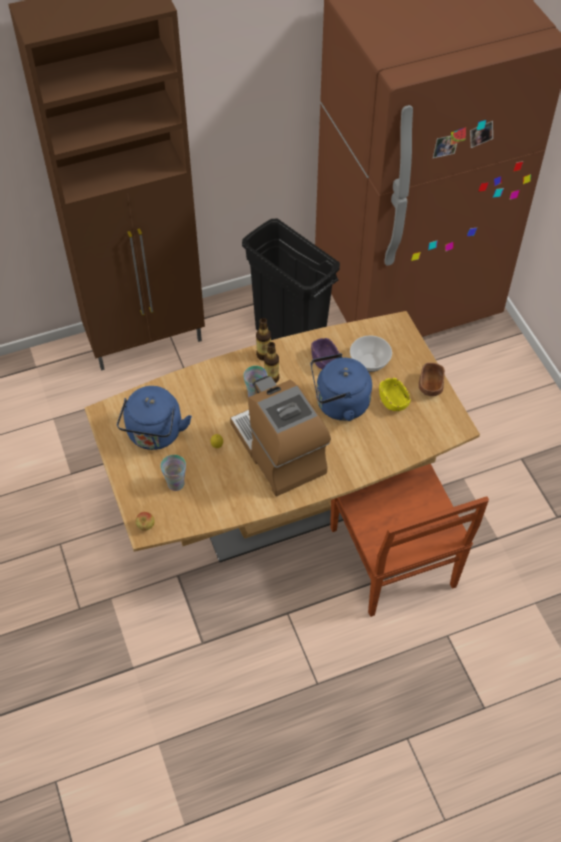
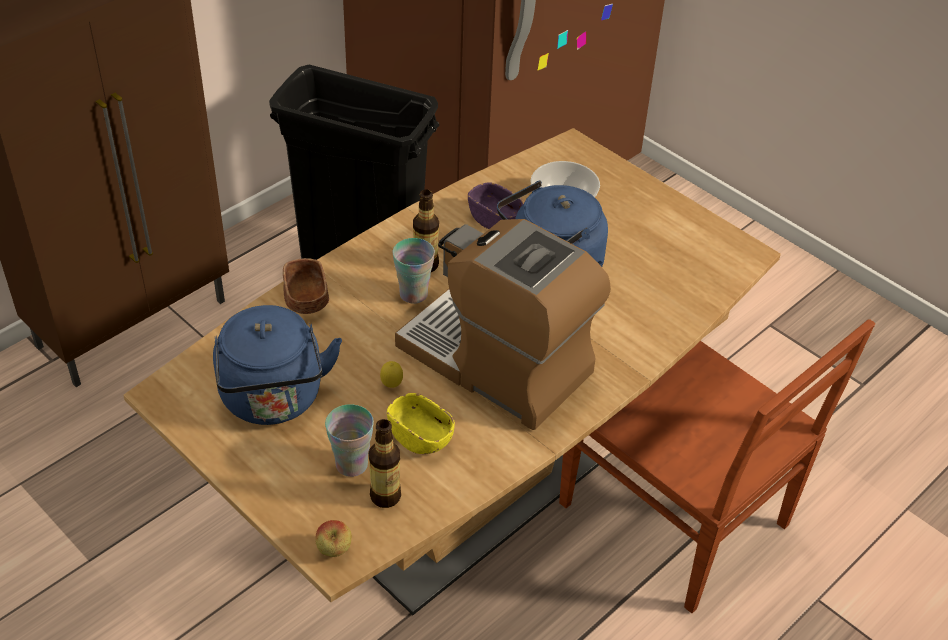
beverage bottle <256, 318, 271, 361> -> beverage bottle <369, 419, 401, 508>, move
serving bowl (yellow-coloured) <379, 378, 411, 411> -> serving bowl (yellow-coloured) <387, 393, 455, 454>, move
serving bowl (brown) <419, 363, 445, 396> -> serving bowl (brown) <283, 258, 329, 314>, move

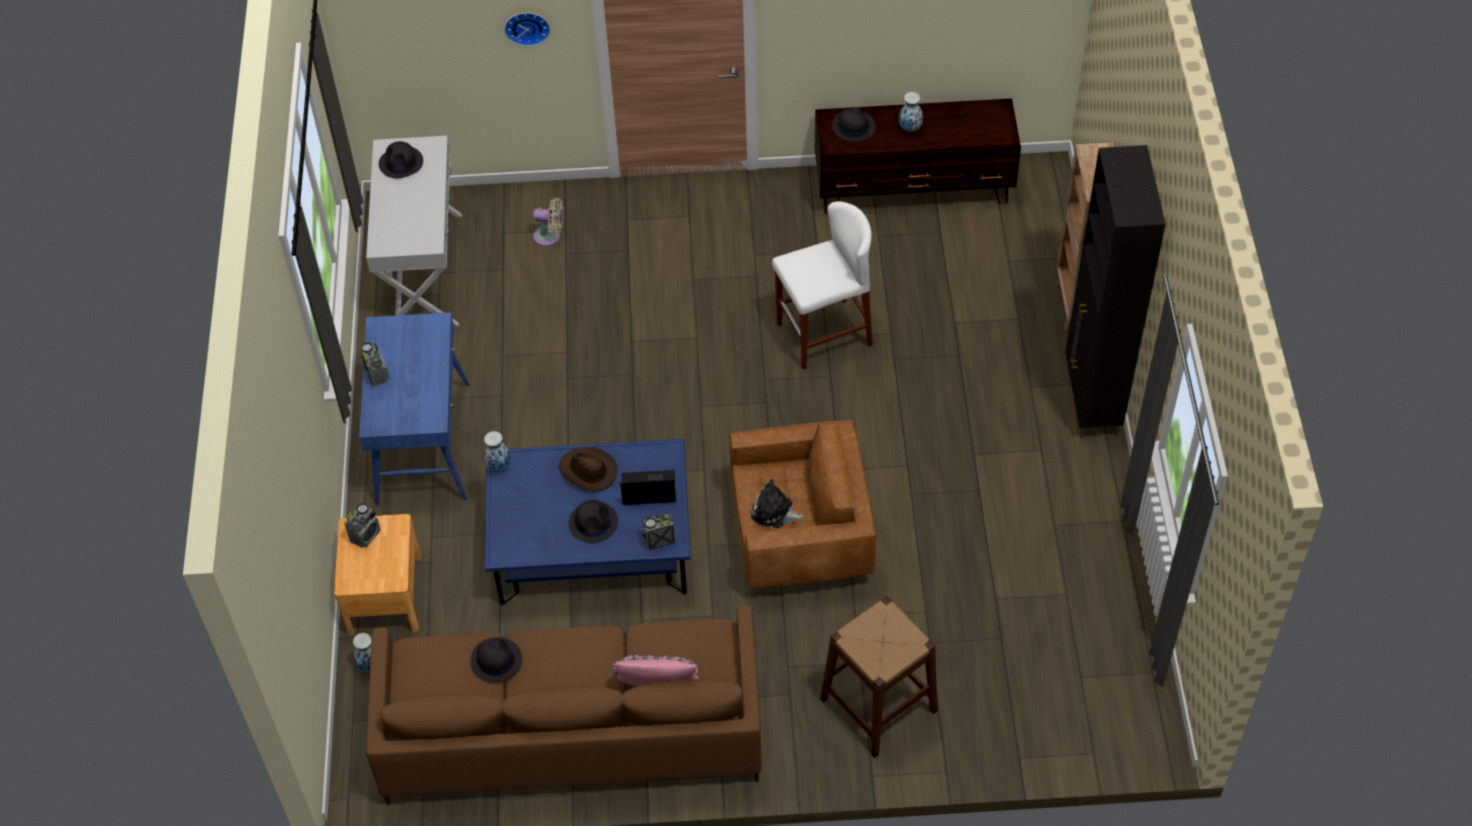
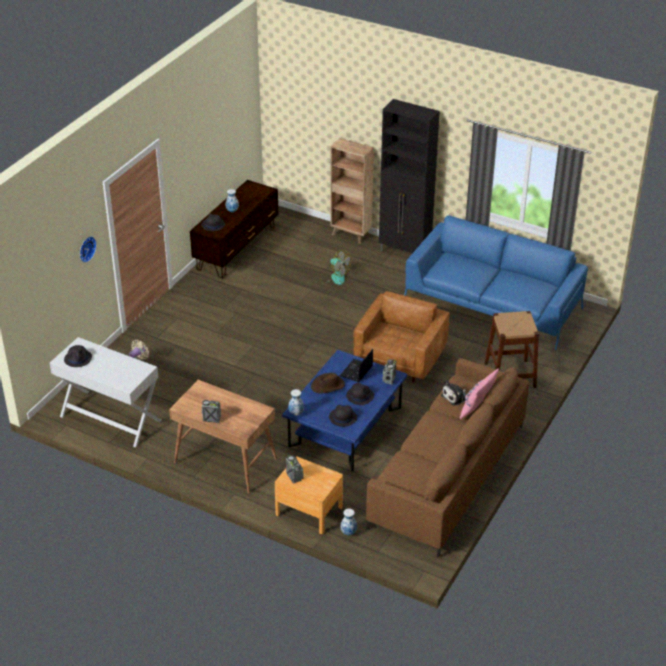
sitting stool (white-coloured) <772, 201, 873, 370> -> none
none -> cooling fan <320, 250, 351, 285>
none -> couch (bluish) <404, 215, 588, 350>
wearable hat (black) <470, 637, 522, 683> -> wearable hat (black) <329, 405, 357, 427>, move
soft toy <751, 478, 804, 528> -> soft toy <441, 380, 467, 405>, move
desk (bluish) <359, 312, 470, 506> -> desk (brown) <169, 380, 277, 493>

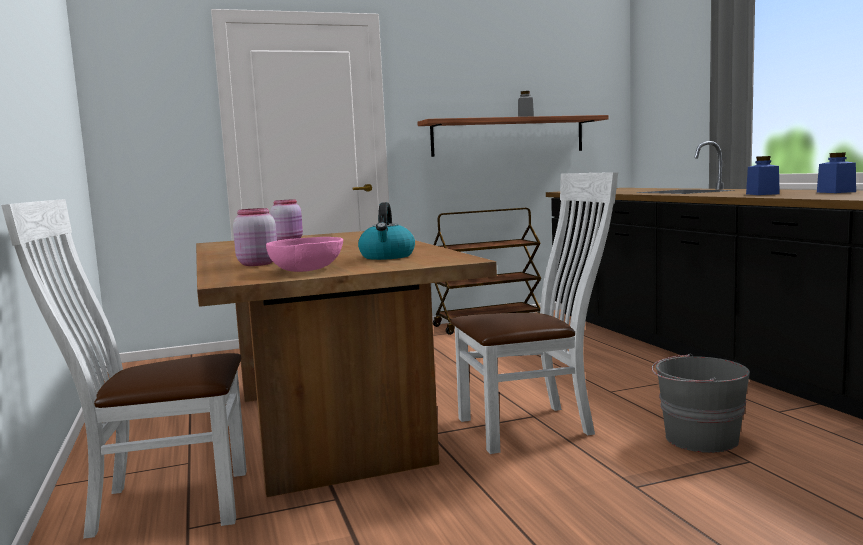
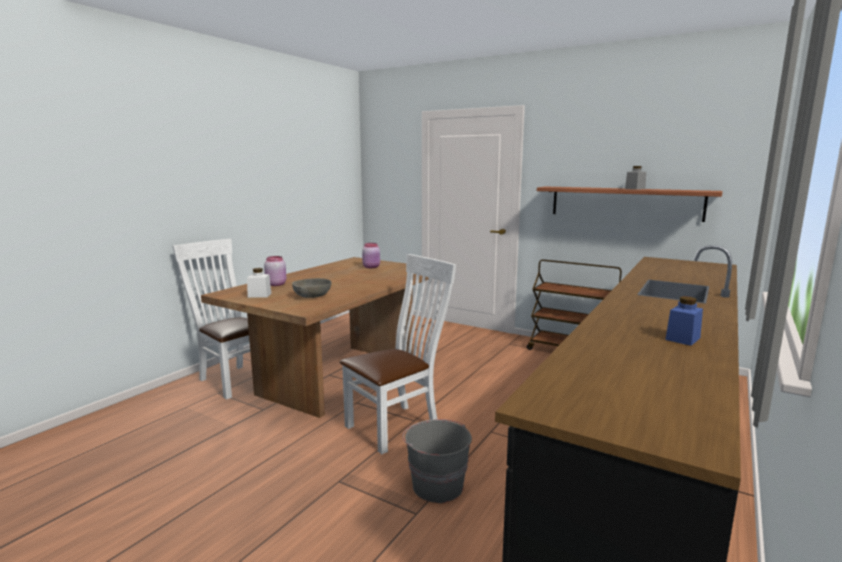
preserve jar (bluish) <746, 156, 780, 195> -> none
serving bowl (pink) <266, 237, 343, 272> -> preserve jar (white-coloured) <247, 268, 271, 298>
tea kettle <358, 202, 415, 260> -> serving bowl (grey) <292, 278, 332, 298>
plain chair (white-coloured) <451, 172, 618, 454> -> plain chair (white-coloured) <340, 254, 456, 454>, 75 degrees counterclockwise

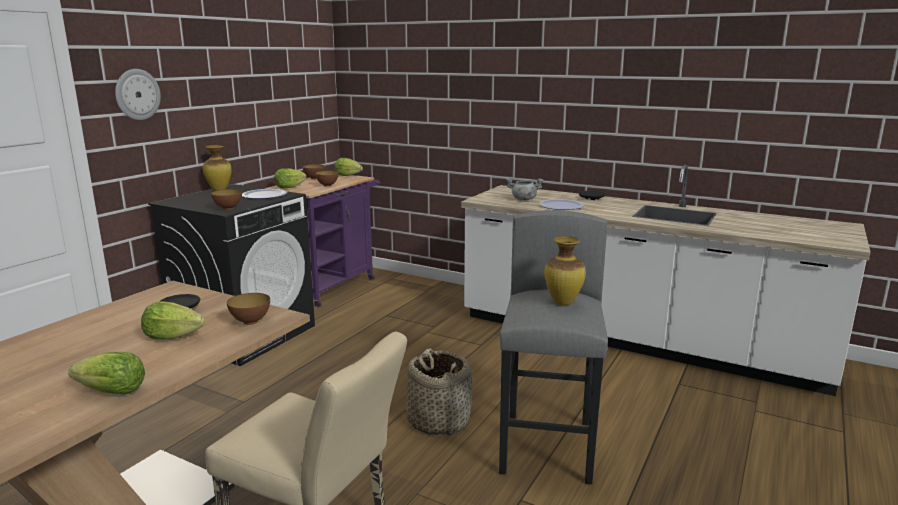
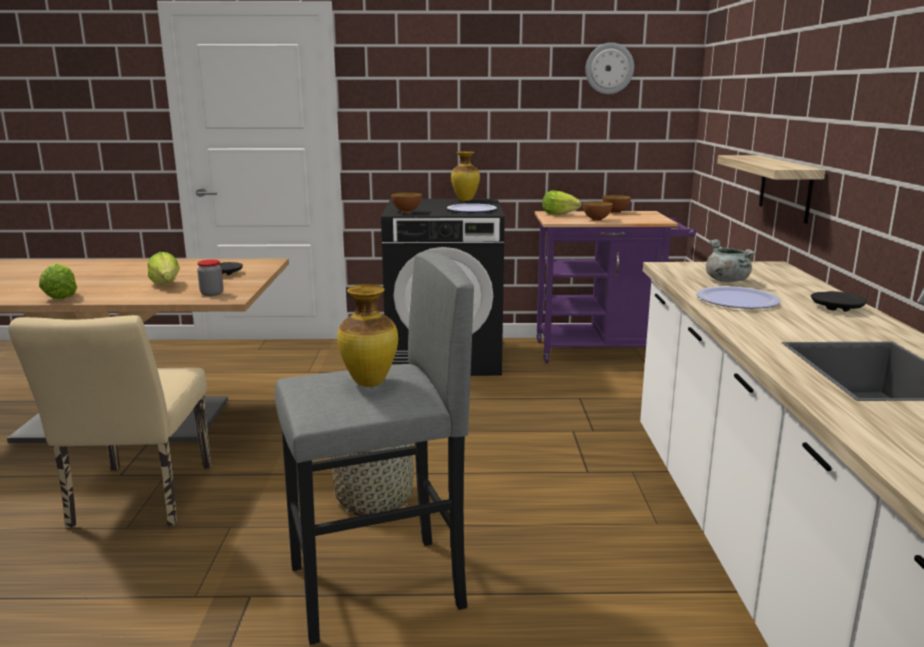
lettuce head <335, 158, 363, 176> -> none
none -> wall shelf <717, 155, 825, 224>
wall clock <115, 69, 161, 120> -> wall clock <585, 43, 634, 94>, move
serving bowl <227, 293, 270, 325> -> preserve jar <197, 260, 223, 296>

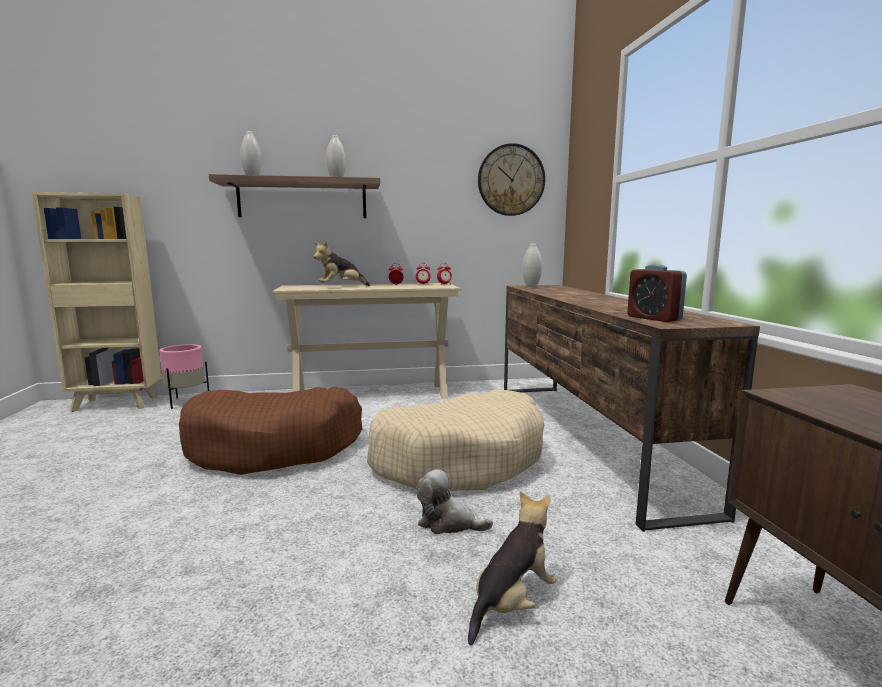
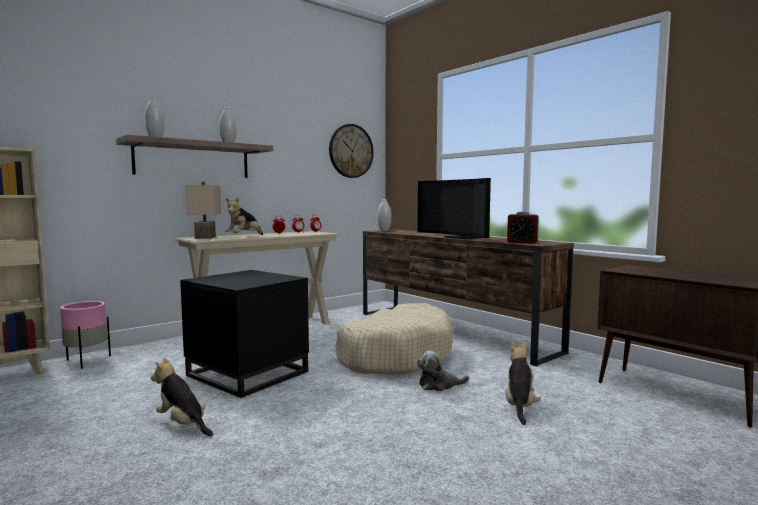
none -> soft toy <151, 357, 213, 437>
none -> lamp for a table (beige) <185, 182, 221, 239>
none -> TV set <418, 178, 491, 239>
dog cushion (brown) <179, 386, 362, 475> -> end table (black) <180, 270, 309, 398>

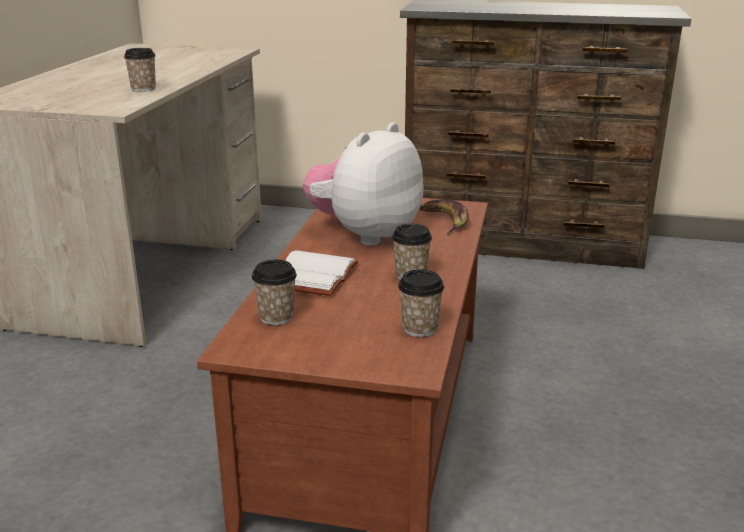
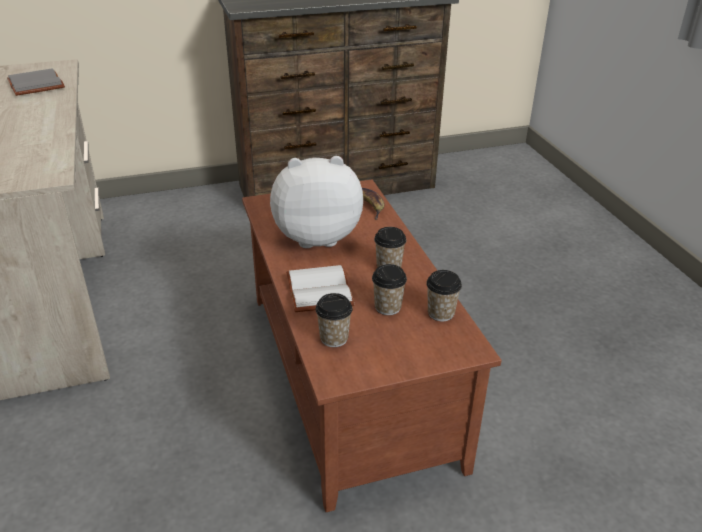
none -> volume (grey) <7, 69, 65, 96>
small cup <124, 48, 156, 92> -> small cup <372, 264, 407, 315>, move
soft toy <303, 122, 424, 246> -> soft toy <270, 156, 363, 248>, 75 degrees clockwise

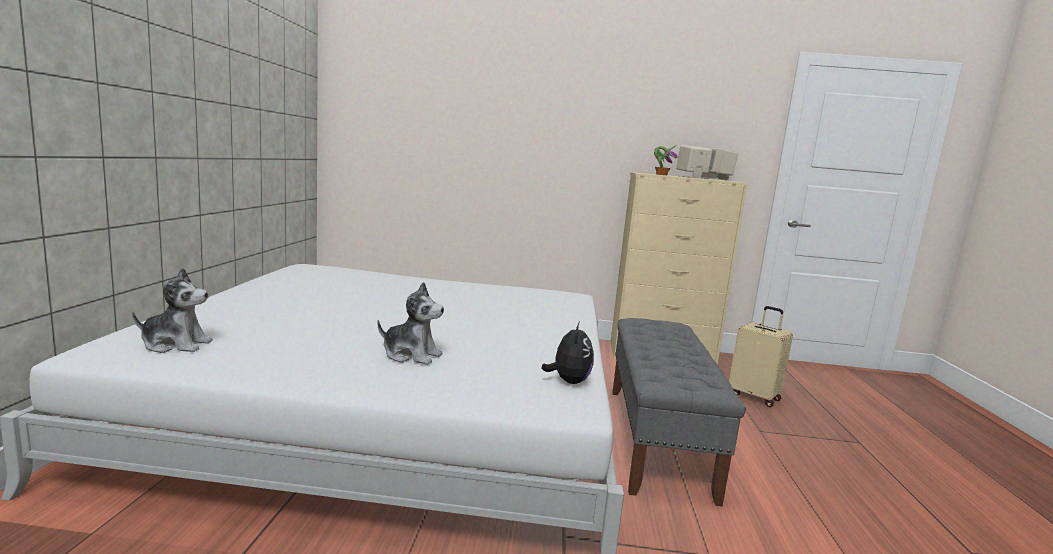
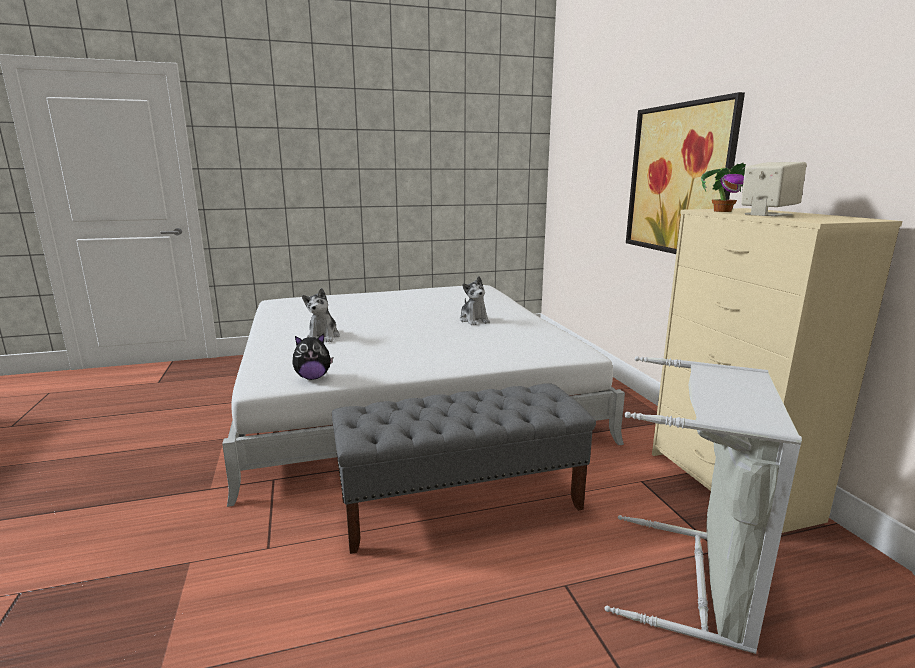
audio speaker (beige) <705, 148, 738, 181> -> none
none -> picture <626, 92, 745, 254>
soft toy <132, 268, 213, 353> -> soft toy <460, 276, 490, 325>, move
travel case (beige) <729, 306, 793, 407> -> hamper (grey) <605, 356, 802, 654>

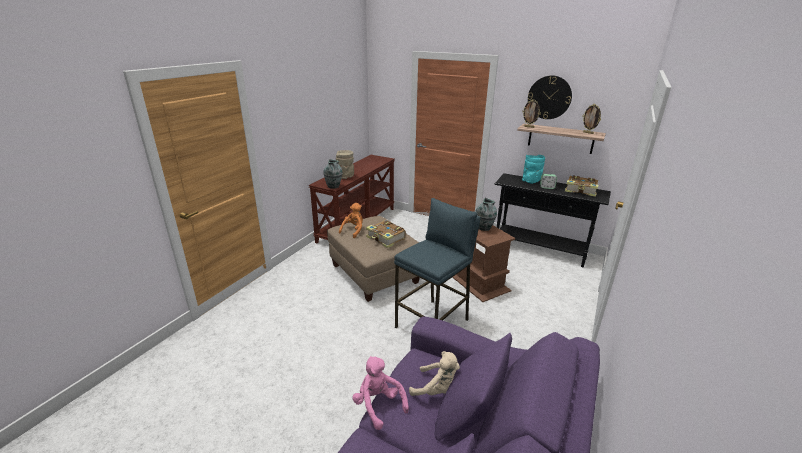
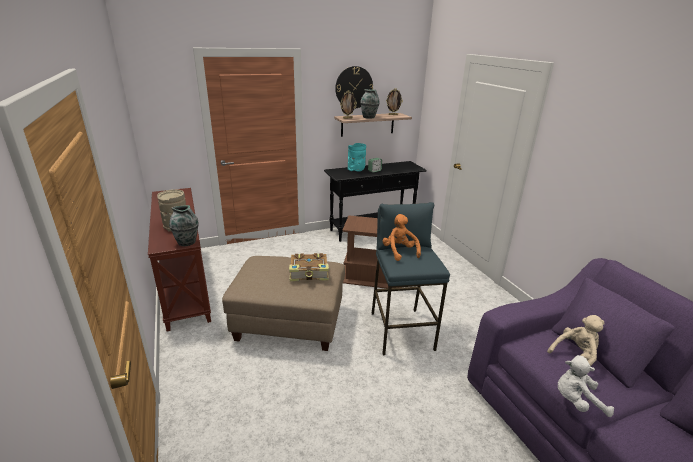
volume <565, 175, 598, 197> -> none
soft toy (orange) <339, 203, 363, 238> -> soft toy (orange) <382, 214, 421, 261>, move
decorative vase <475, 198, 497, 231> -> decorative vase <360, 89, 379, 119>, move
soft toy (pink) <352, 356, 409, 430> -> soft toy (white-coloured) <558, 355, 614, 417>

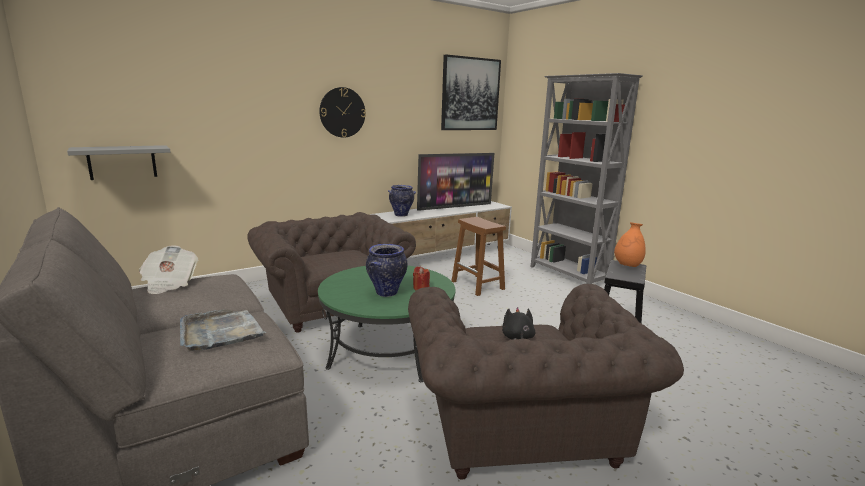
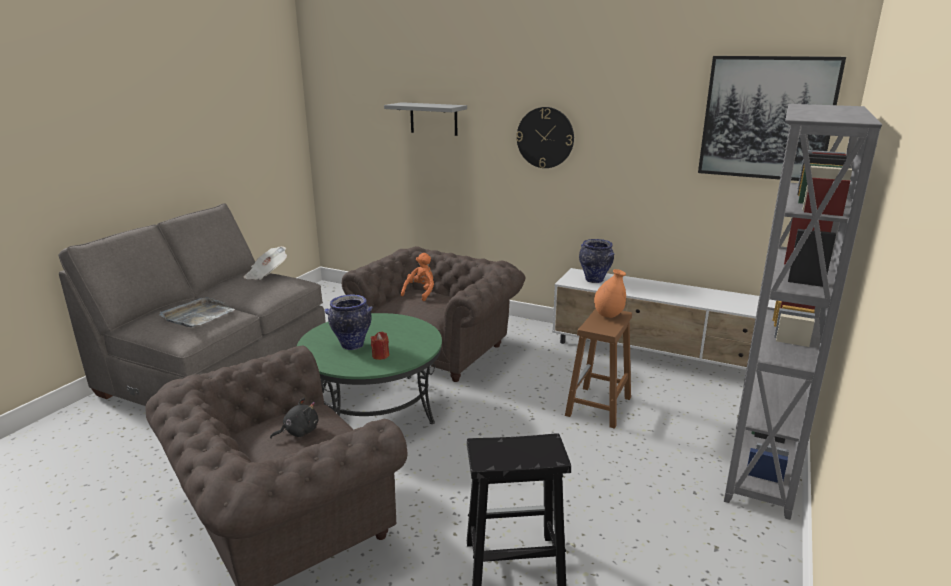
TV set <417, 153, 494, 211> -> none
none -> soft toy (orange) <401, 253, 434, 301>
wall shelf (grey) <67, 145, 171, 180> -> wall shelf (grey) <384, 102, 467, 136>, move
decorative vase (orange) <614, 222, 646, 267> -> decorative vase (orange) <594, 269, 626, 318>, move

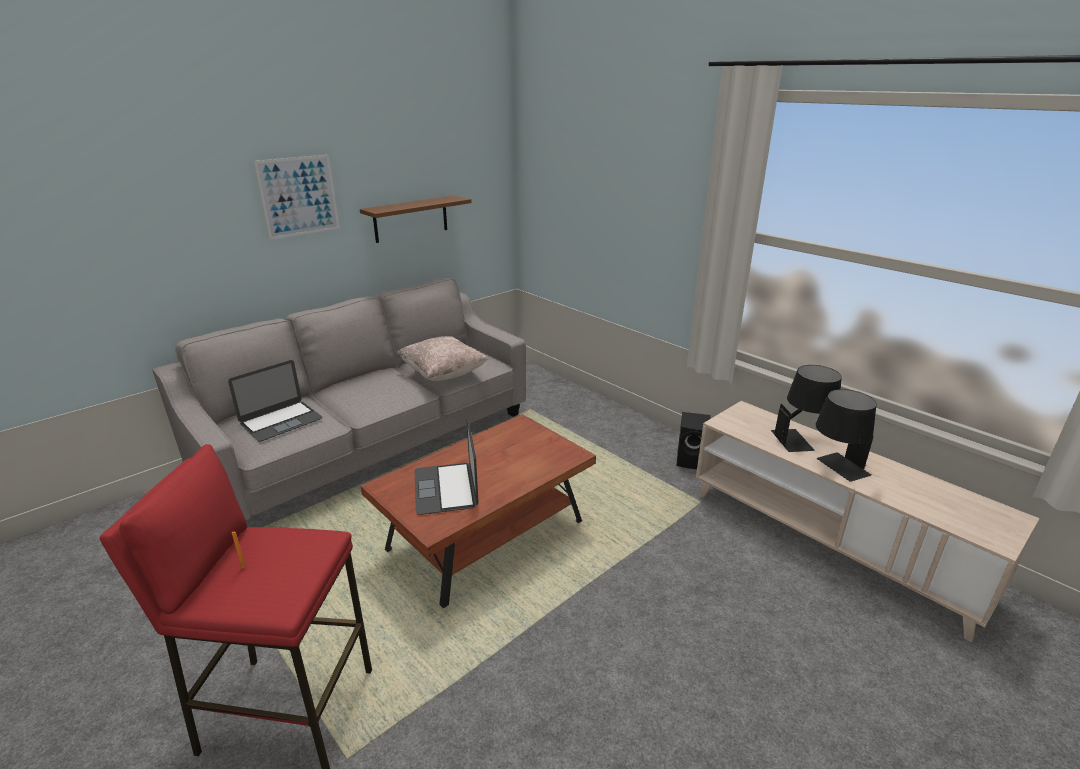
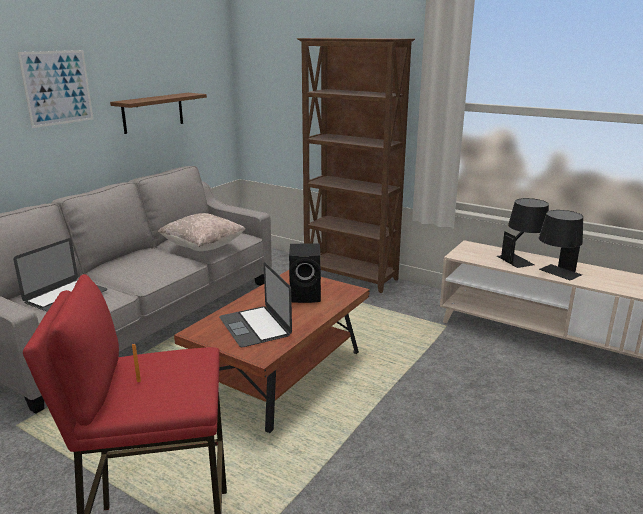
none -> bookshelf (brown) <297, 38, 415, 293>
audio speaker (black) <677, 412, 711, 469> -> audio speaker (black) <289, 243, 321, 303>, move

